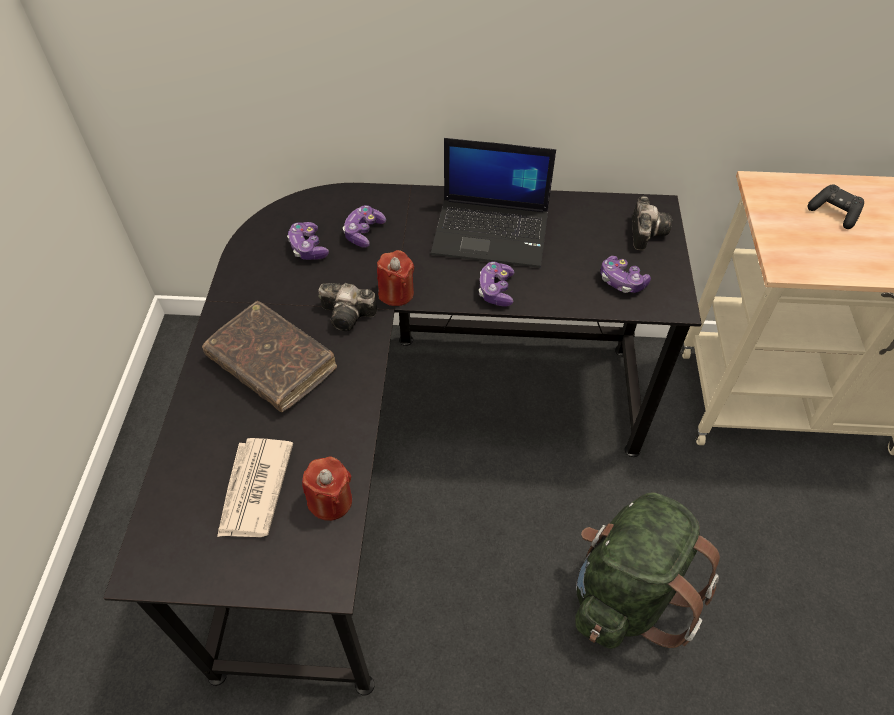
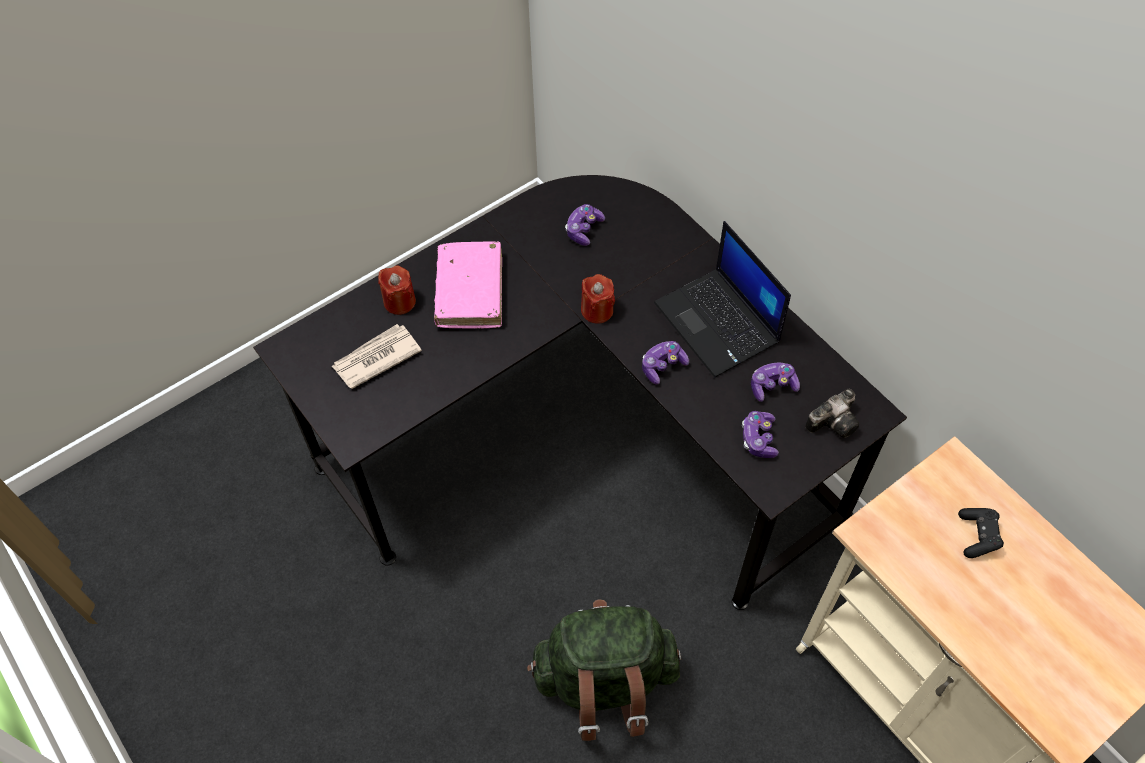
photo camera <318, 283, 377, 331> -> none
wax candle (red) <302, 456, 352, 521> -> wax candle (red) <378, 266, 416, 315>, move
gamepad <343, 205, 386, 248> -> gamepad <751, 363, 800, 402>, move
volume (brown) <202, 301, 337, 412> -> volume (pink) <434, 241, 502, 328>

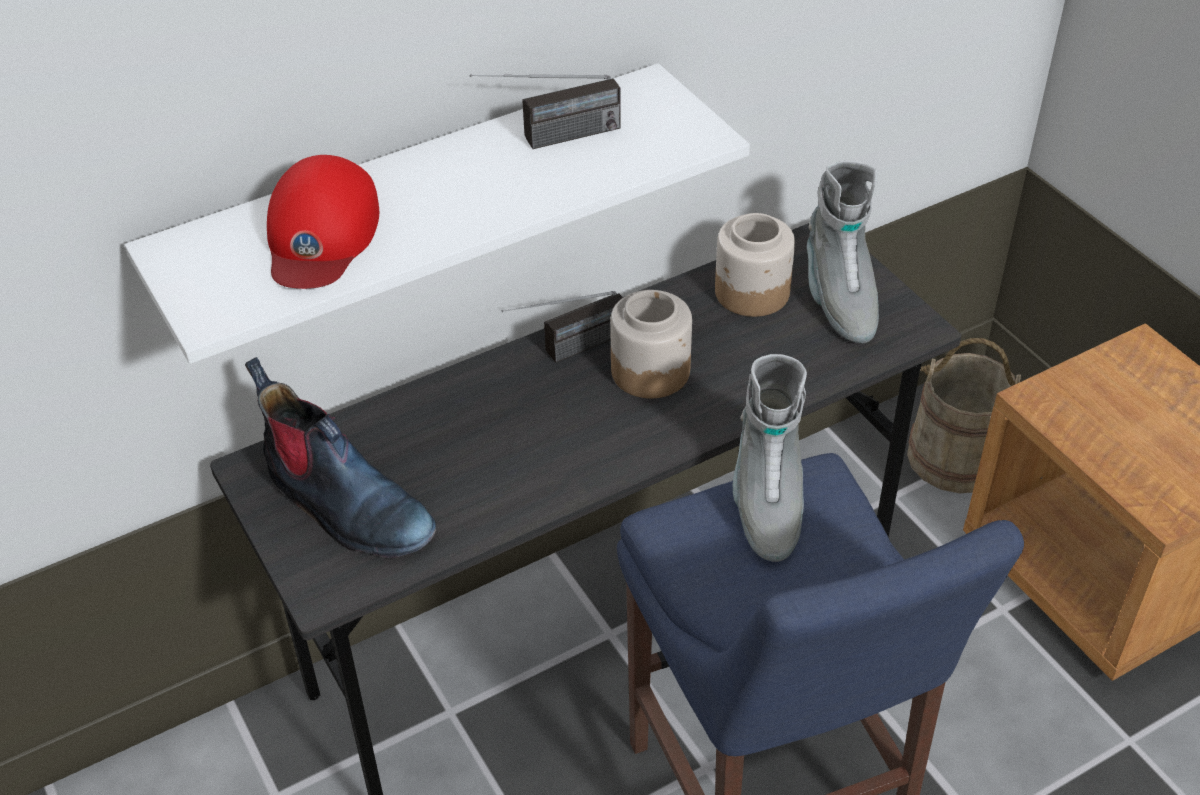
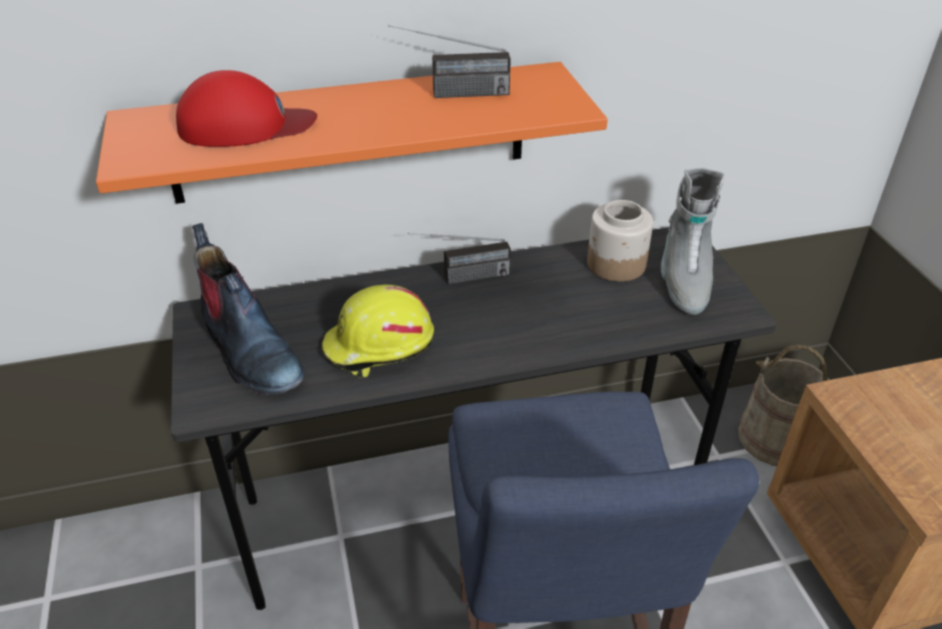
preserve jar <610, 290, 692, 398> -> none
high-top boot (grey) <733, 354, 807, 562> -> none
none -> work helmet (yellow-coloured) <321, 285, 434, 378>
wall shelf (white-coloured) <124, 63, 750, 364> -> wall shelf (orange) <96, 62, 608, 204>
baseball cap (red) <267, 155, 379, 289> -> baseball cap (red) <176, 70, 317, 147>, 120 degrees counterclockwise

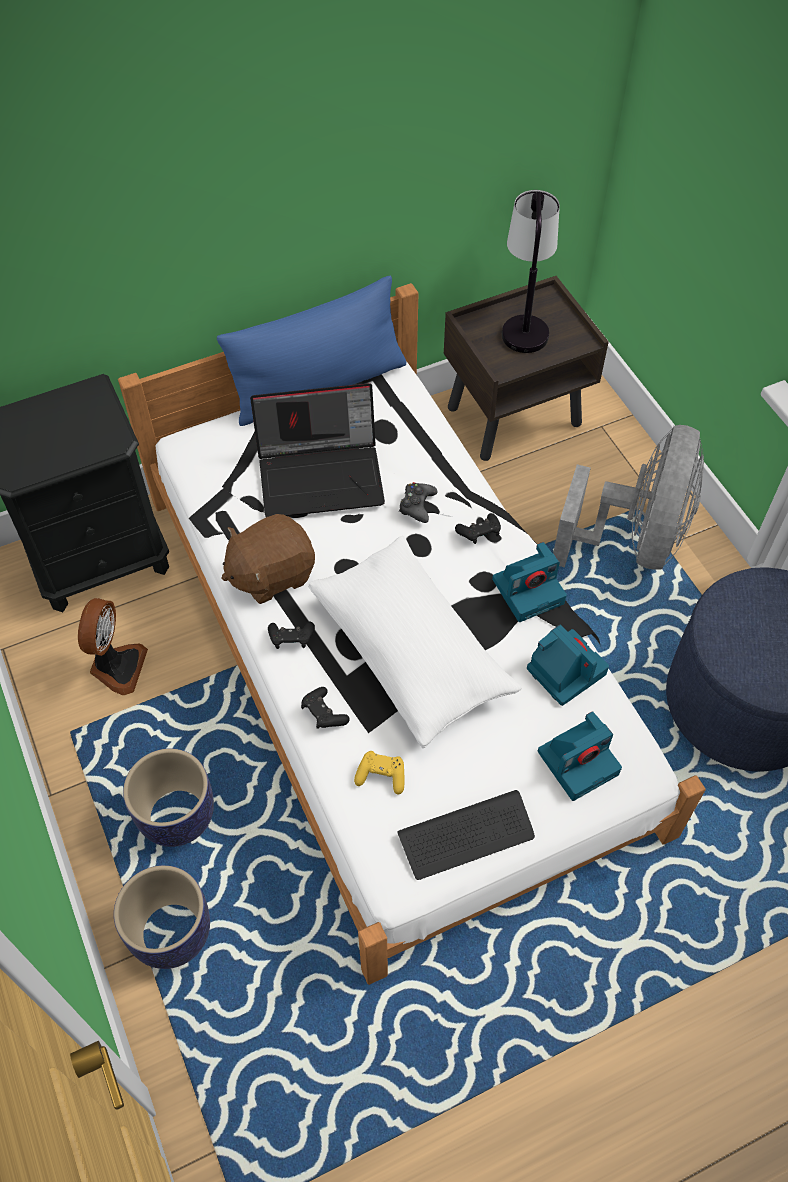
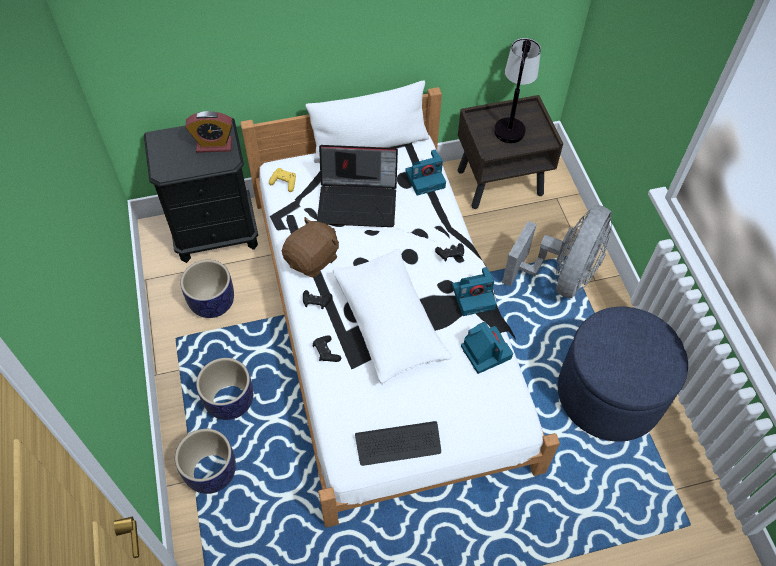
gamepad (black) <399, 482, 437, 523> -> none
none -> bedside clock <185, 111, 233, 153>
gamepad (yellow-coloured) <354, 751, 404, 795> -> gamepad (yellow-coloured) <269, 168, 296, 192>, move
photo camera <538, 711, 622, 801> -> photo camera <405, 150, 446, 195>, move
cooling fan <78, 598, 148, 695> -> flower pot <180, 260, 234, 318>
throw pillow (bluish) <217, 276, 406, 426> -> throw pillow (white-coloured) <306, 81, 429, 163>
soft toy (brown) <222, 514, 315, 604> -> soft toy (brown) <282, 217, 339, 278>, 150 degrees clockwise

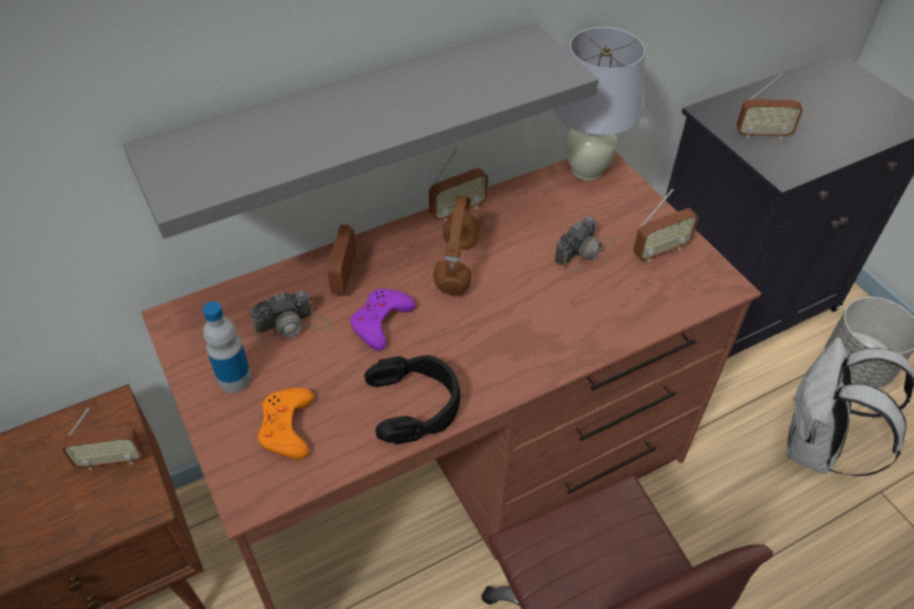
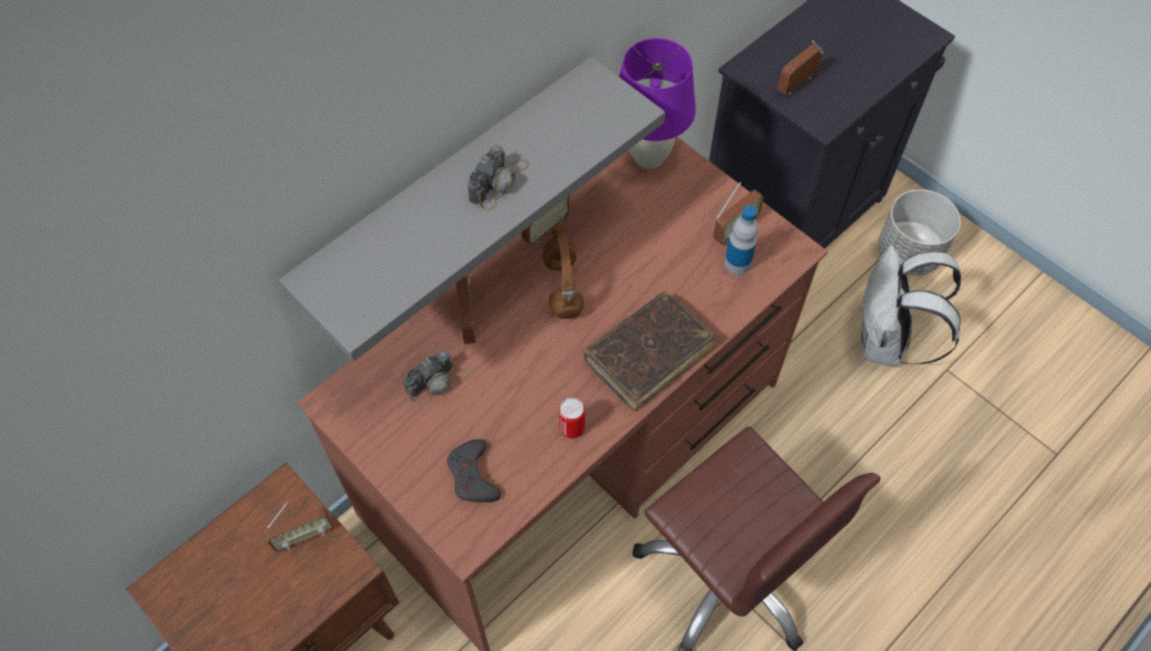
gamepad (purple-coloured) <350, 289, 416, 351> -> none
none -> volume (brown) <584, 291, 716, 411>
beverage bottle <202, 301, 252, 393> -> beverage bottle <724, 205, 758, 275>, move
photo camera <555, 216, 616, 273> -> photo camera <467, 145, 529, 211>, move
headset (black) <364, 355, 460, 445> -> metal can <559, 398, 585, 438>
gamepad (orange) <258, 388, 314, 459> -> gamepad (grey) <447, 439, 501, 502>
lamp for a table (white-coloured) <553, 27, 645, 180> -> lamp for a table (purple-coloured) <619, 38, 696, 169>
radio set <737, 73, 803, 139> -> radio set <777, 41, 823, 95>, 150 degrees clockwise

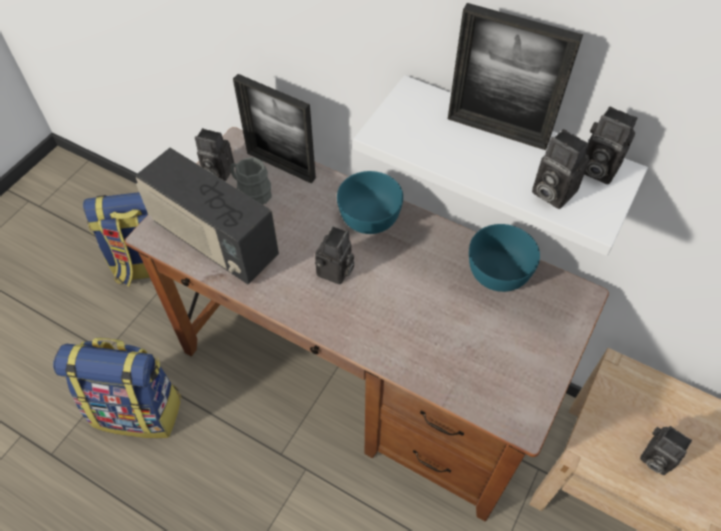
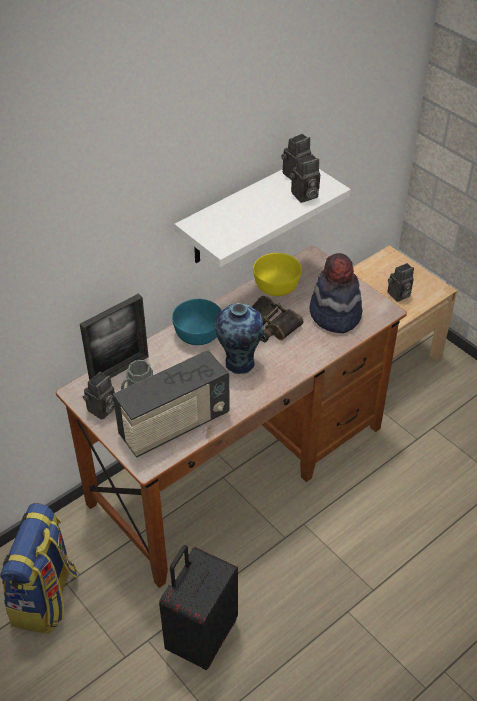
photo frame <448, 3, 583, 150> -> none
none -> field glasses <252, 296, 304, 342>
none -> wearable hat <309, 253, 362, 333>
rucksack <53, 338, 182, 438> -> travel case (black) <159, 545, 238, 670>
photo camera <315, 227, 354, 284> -> decorative vase <215, 303, 263, 374>
serving bowl (turquoise-coloured) <469, 224, 540, 292> -> serving bowl (yellow-coloured) <253, 253, 301, 296>

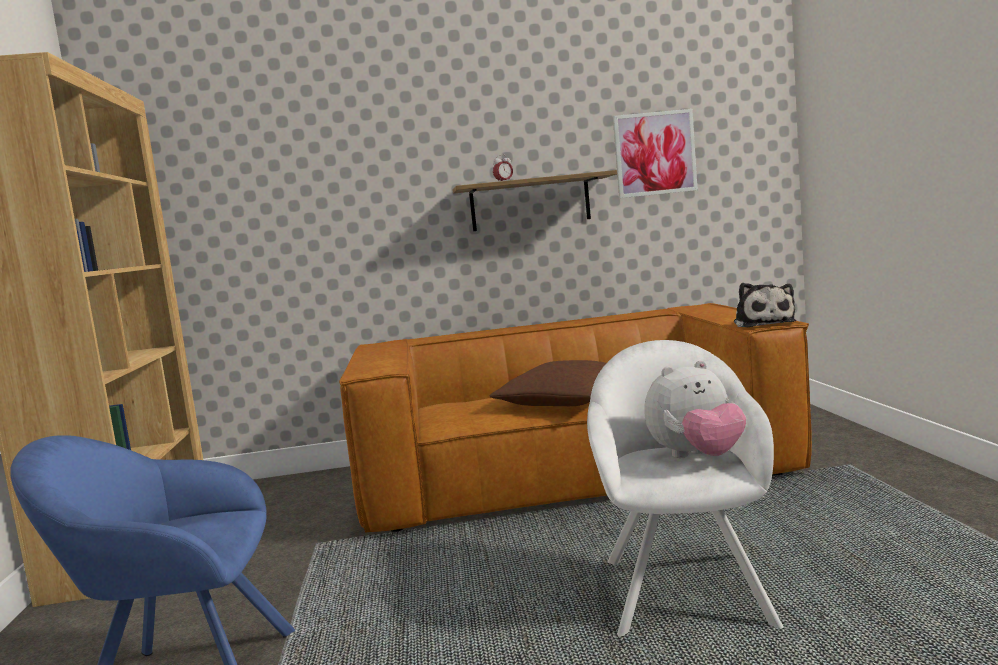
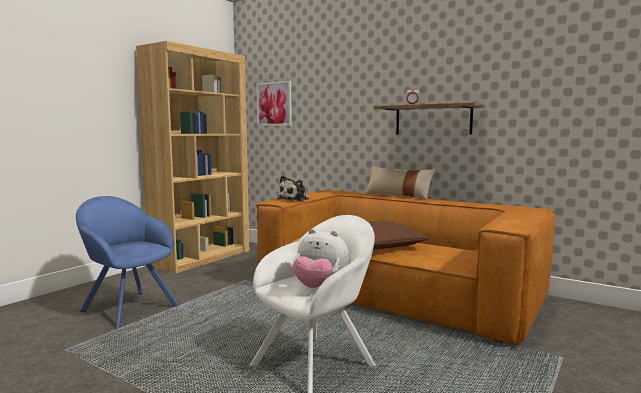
none -> throw pillow (beige) <365, 166, 435, 200>
picture <613, 109, 698, 198> -> picture <256, 81, 292, 126>, move
soft toy <734, 283, 796, 327> -> soft toy <277, 176, 309, 201>, move

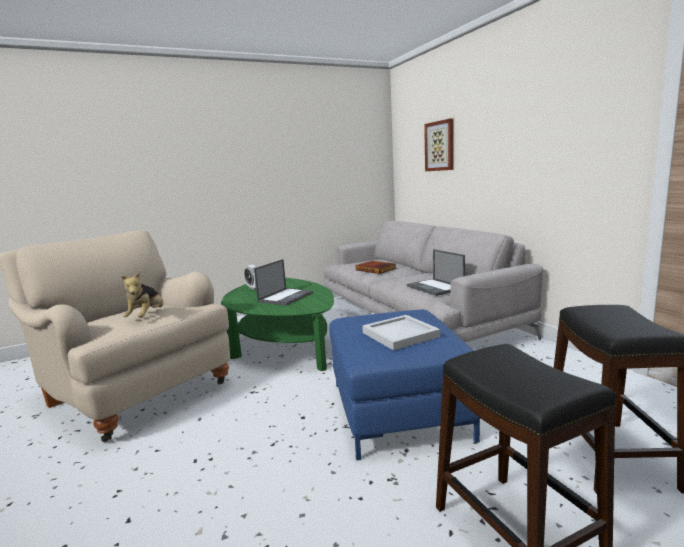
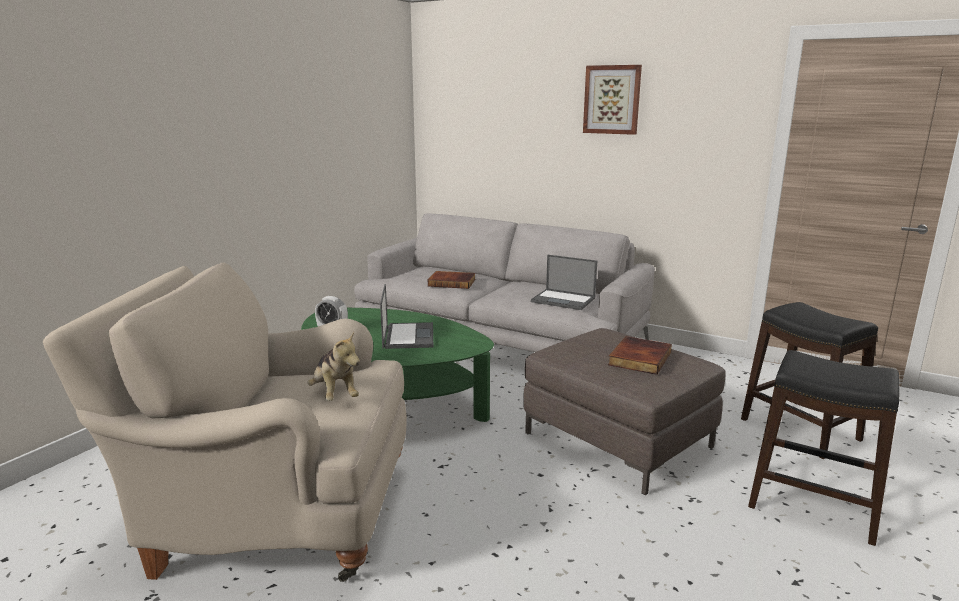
picture <424, 119, 454, 171> -> picture <583, 65, 642, 135>, move
serving tray (white-coloured) <362, 315, 440, 350> -> volume <608, 336, 672, 374>
footrest (bluish) <329, 310, 481, 460> -> footrest (brown) <523, 328, 726, 495>

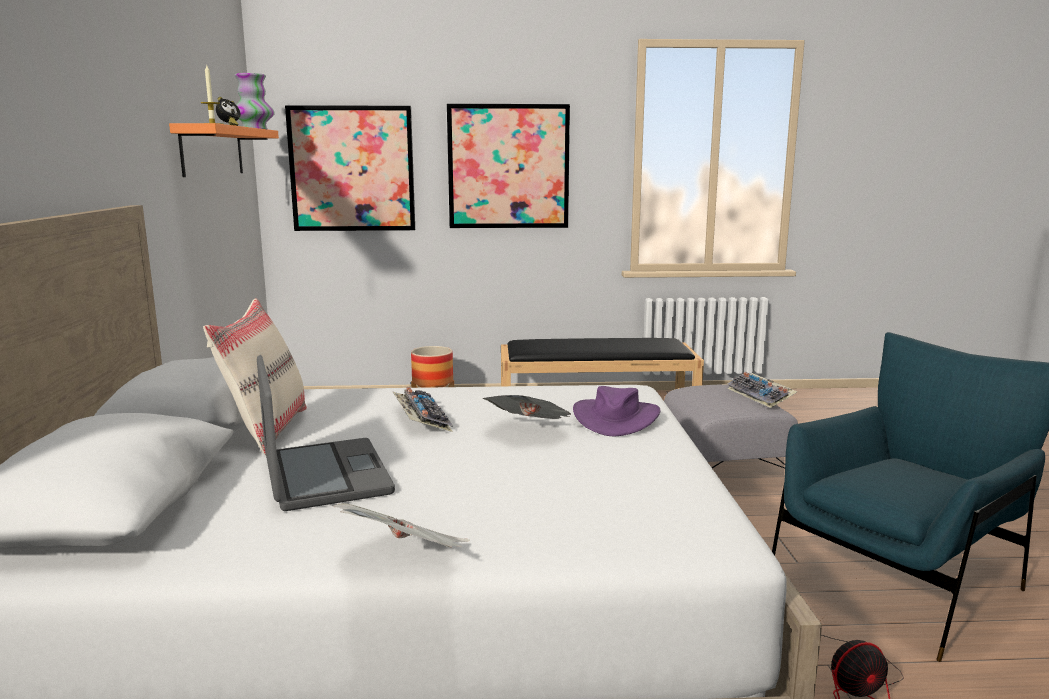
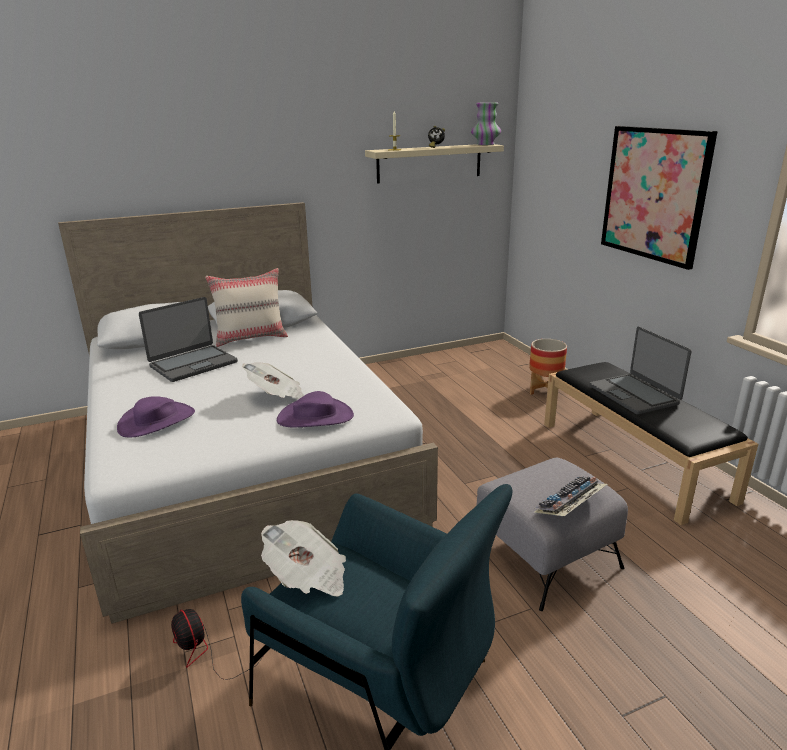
picture <285, 105, 415, 231> -> none
keyboard <392, 387, 453, 432> -> none
none -> wearable hat (purple-coloured) <117, 396, 195, 437>
none -> notebook computer <589, 326, 692, 415>
daily paper <333, 503, 470, 547> -> daily paper <261, 520, 346, 596>, move
wall shelf (orange) <169, 123, 279, 177> -> wall shelf (beige) <365, 144, 504, 183>

